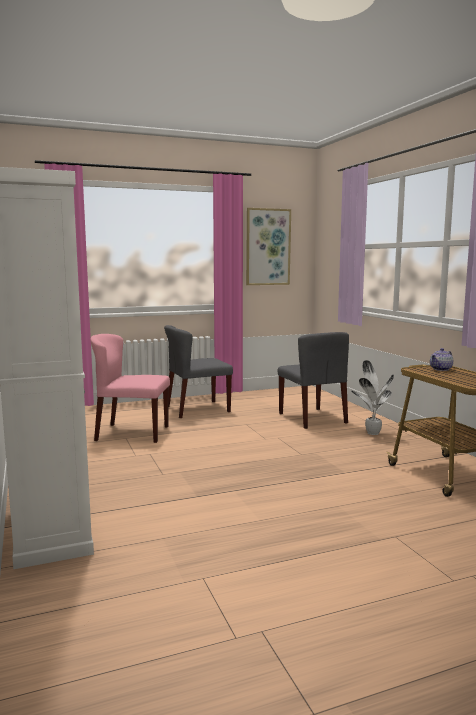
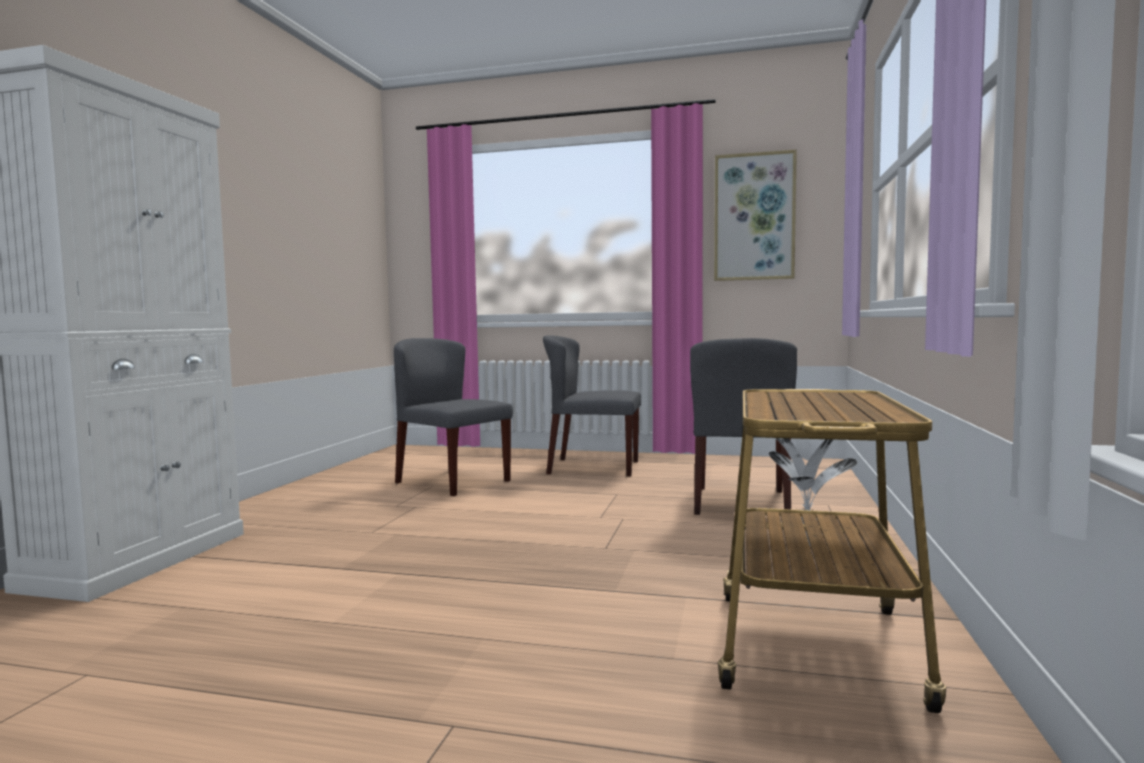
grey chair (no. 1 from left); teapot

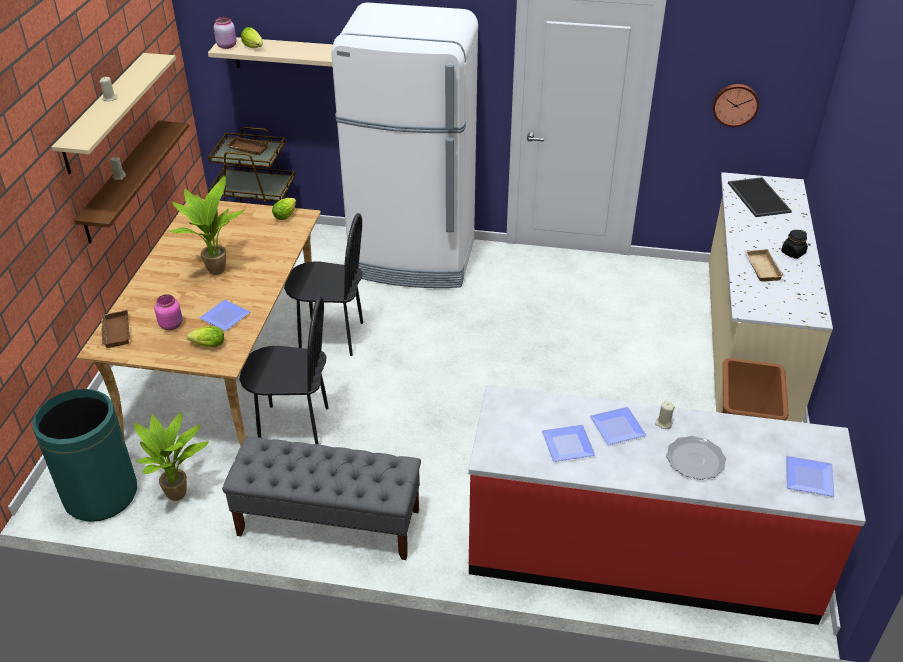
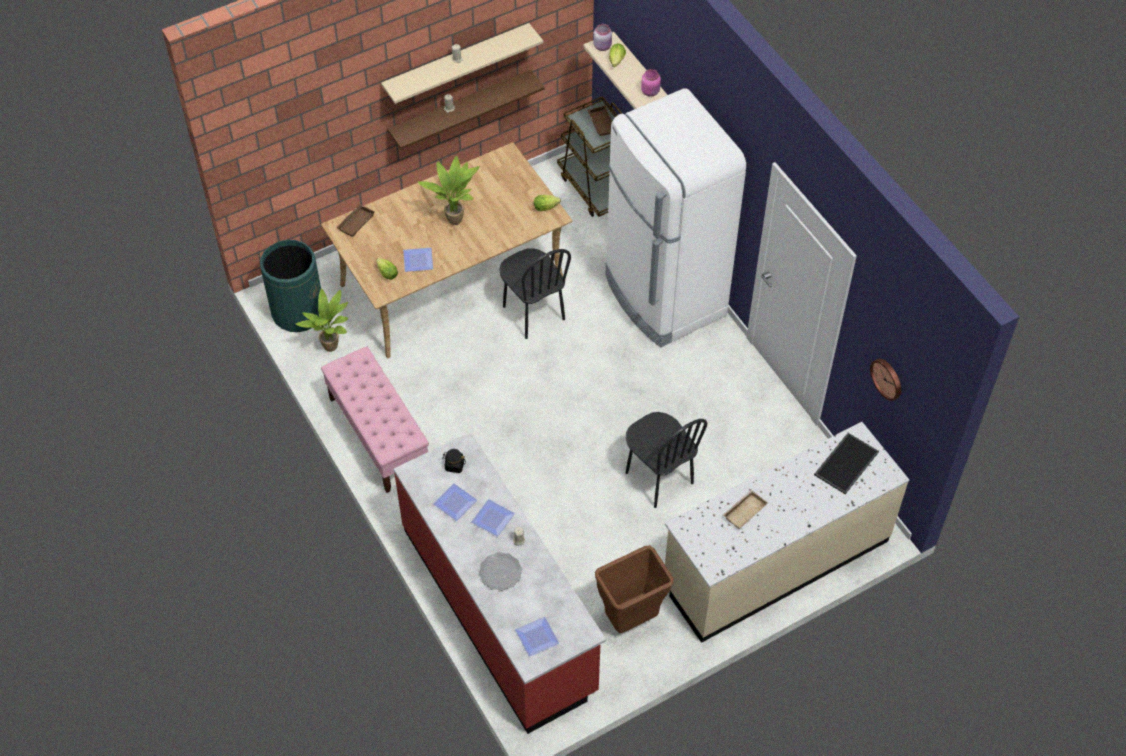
pink bench; black jar; black chair (no. 2 from left); pink jar (no. 2 from left)

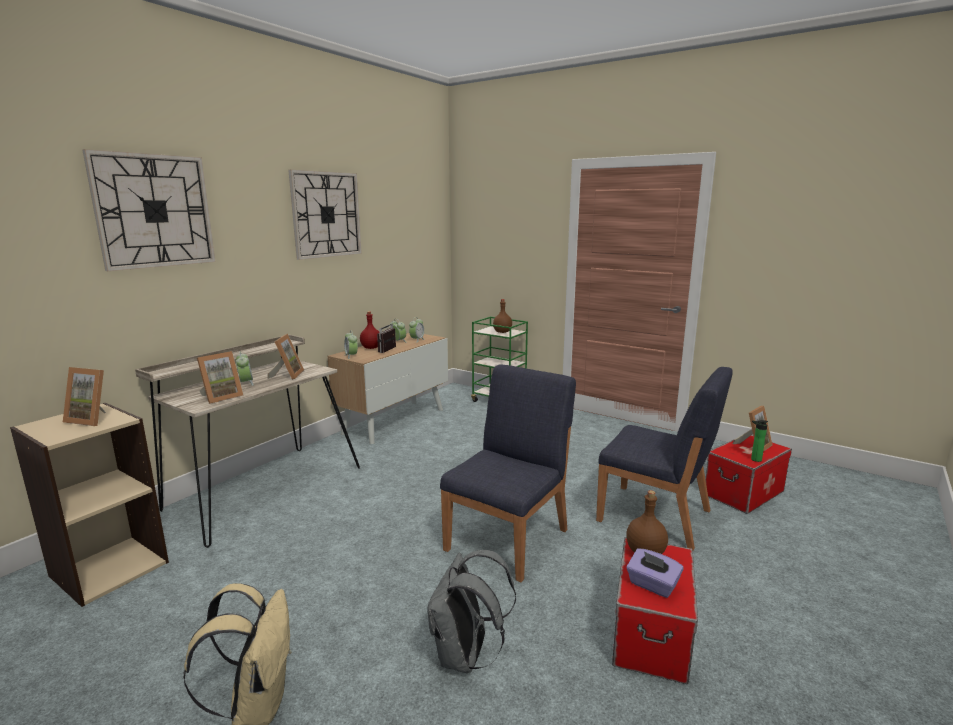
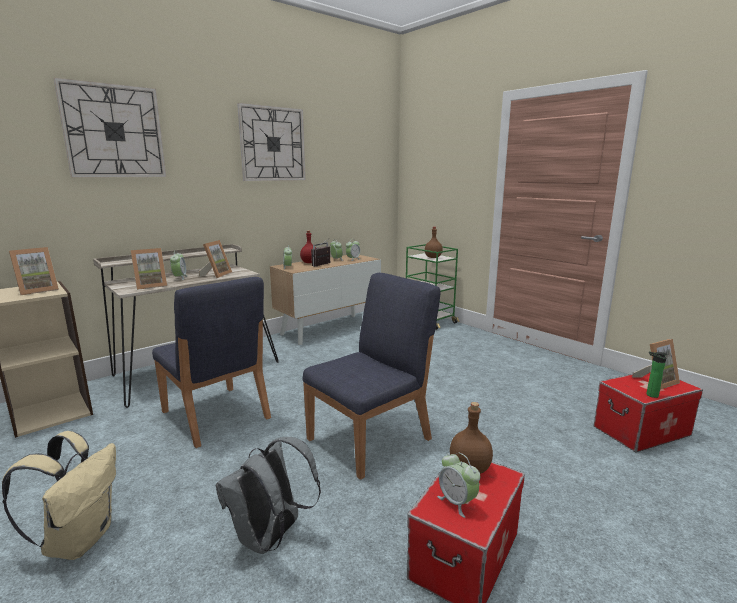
picture frame (no. 1 from left); blue chair (no. 1 from left); alarm clock (no. 5 from left)

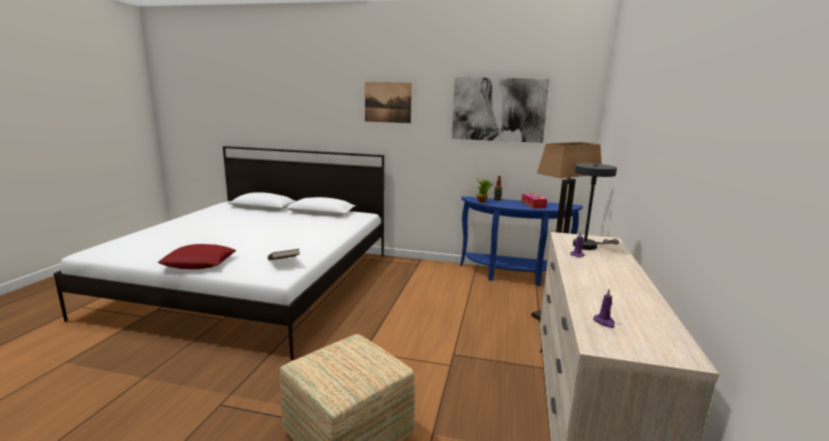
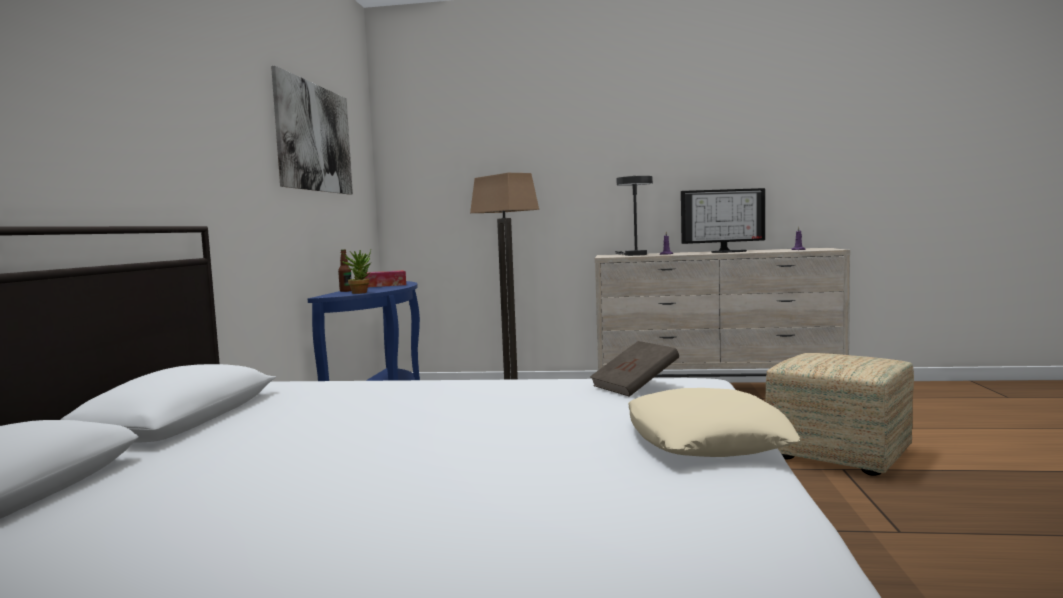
beige pillow; monitor; picture (no. 1 from left in the first image)

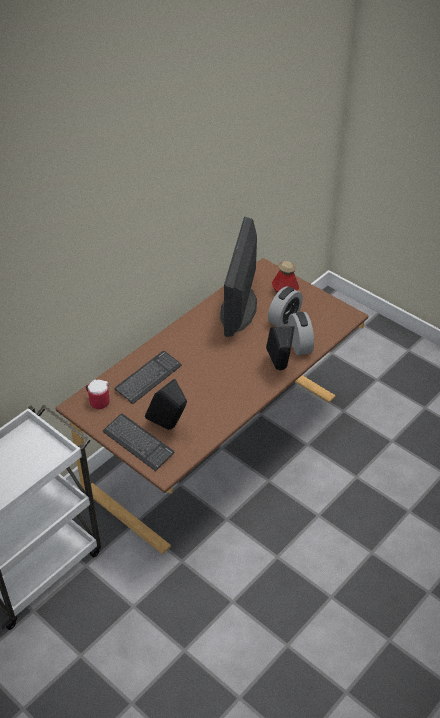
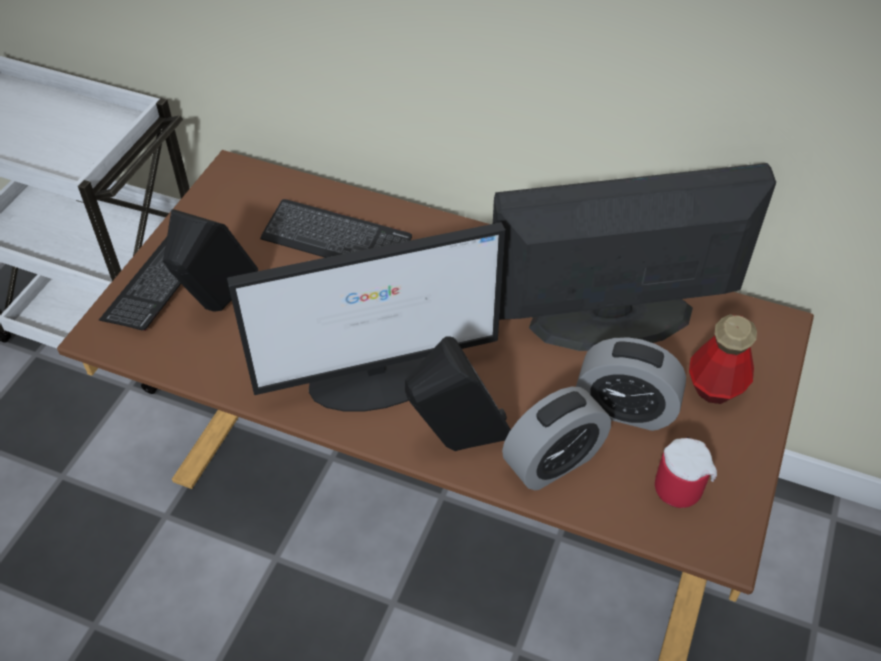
monitor (no. 1 from left); mug

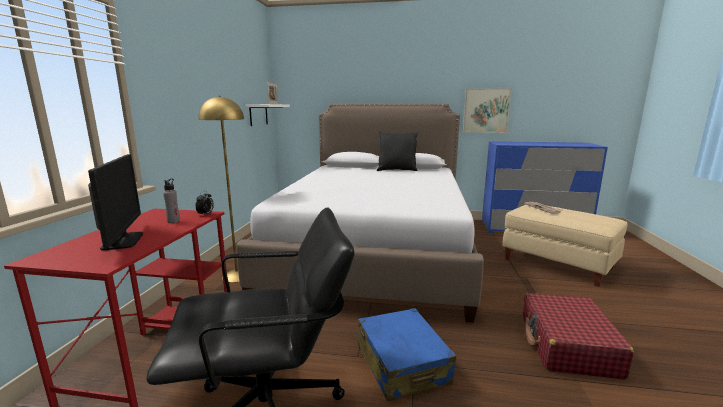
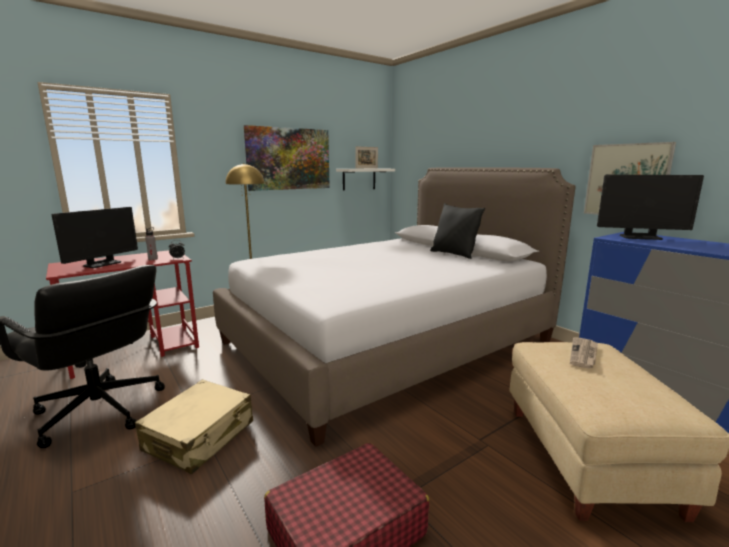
beige suitcase; picture (no. 1 from left); monitor (no. 2 from left)

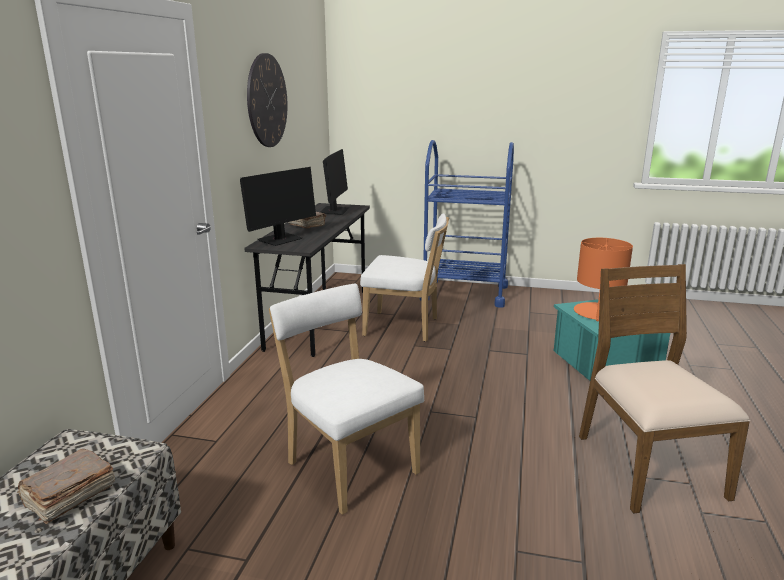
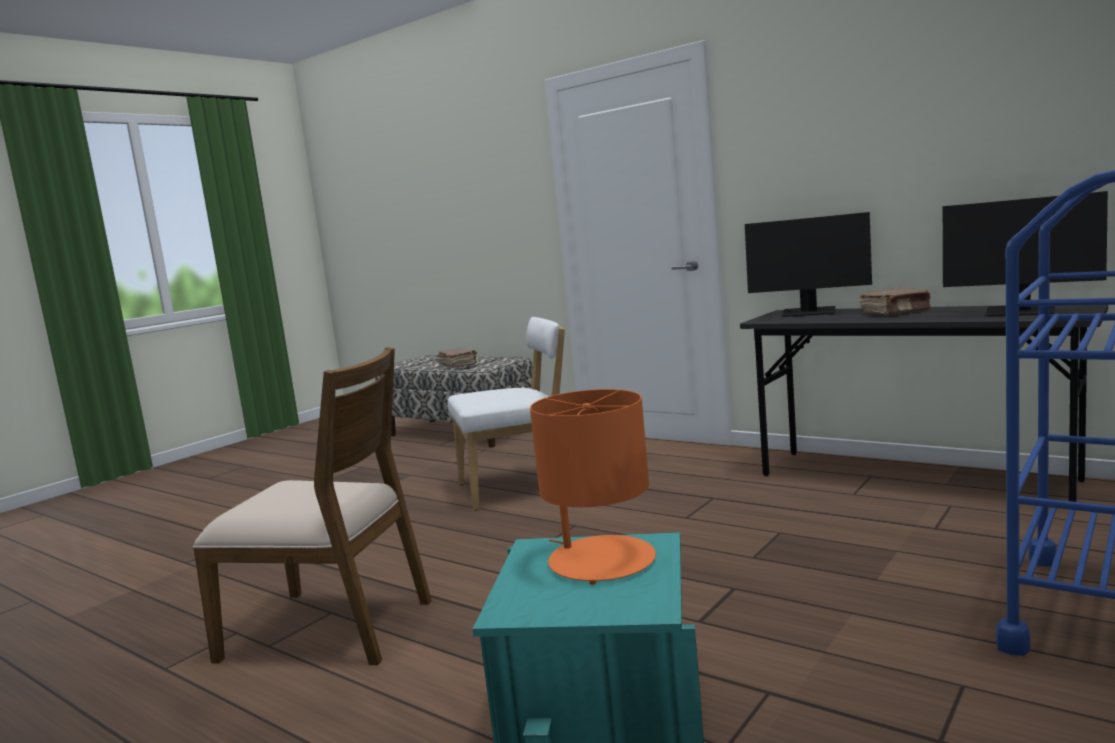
monitor (no. 1 from left); wall clock; white chair (no. 2 from left in the first image)

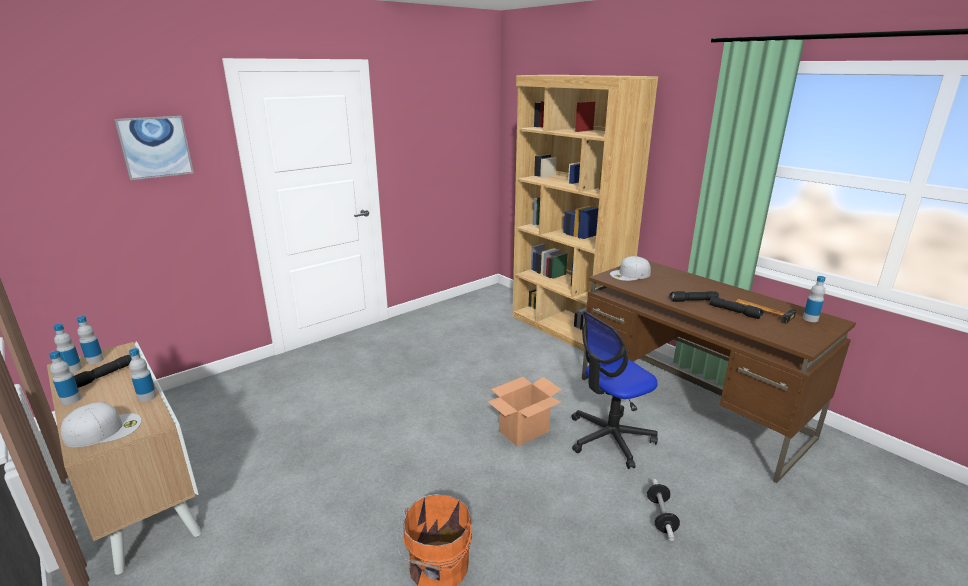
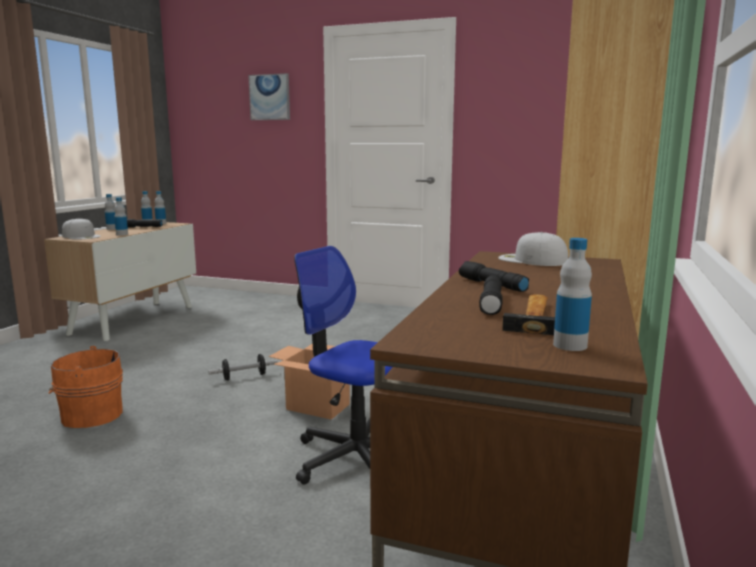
dumbbell

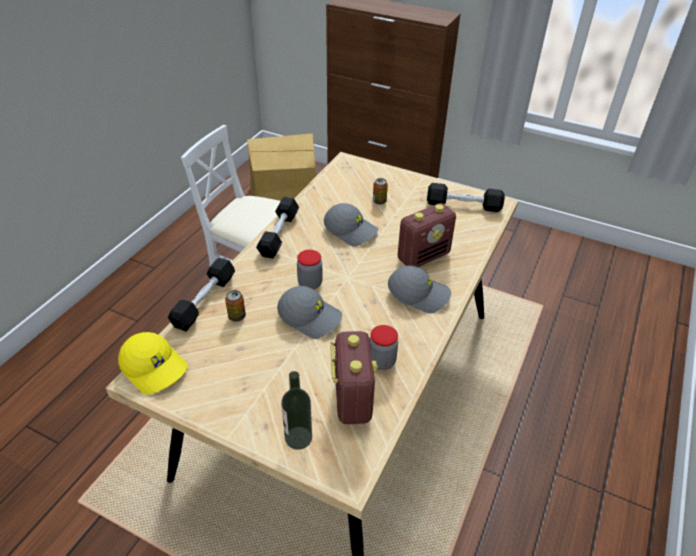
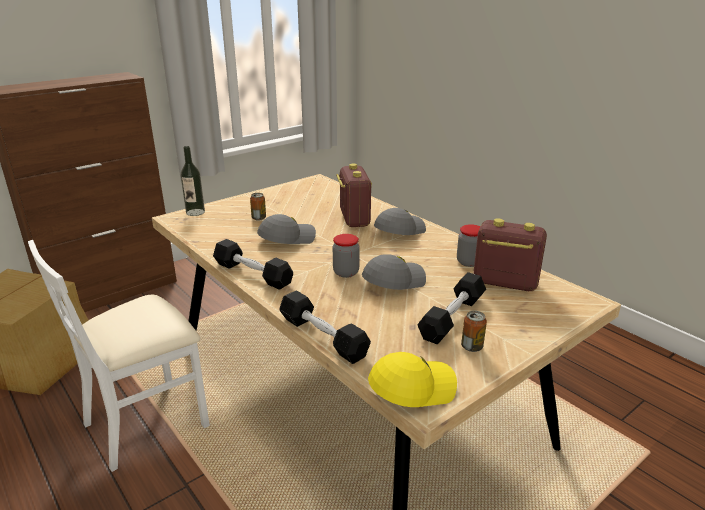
bottle; black dumbbell (no. 3 from left); can (no. 2 from left)

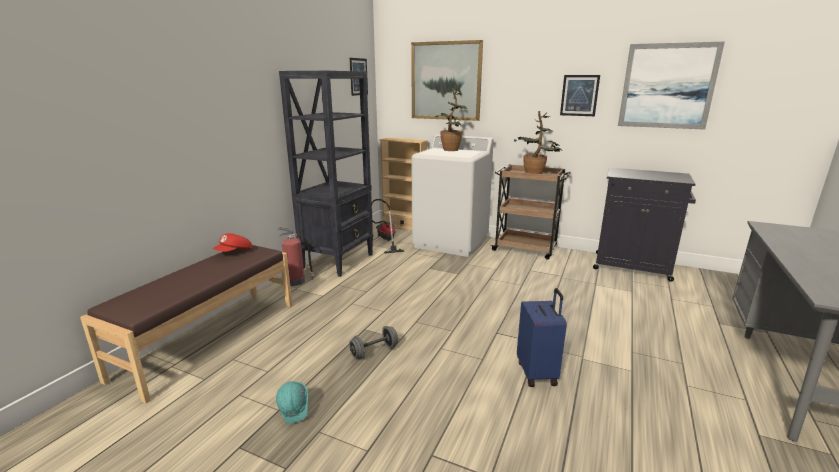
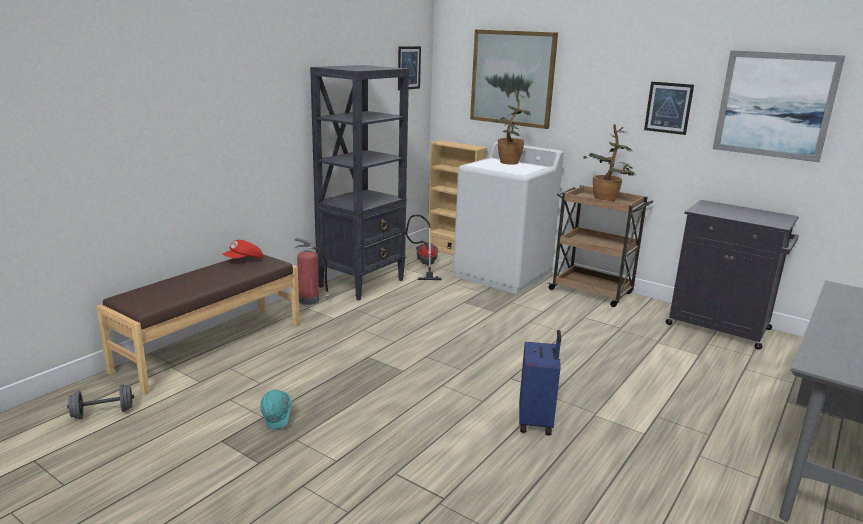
grey dumbbell

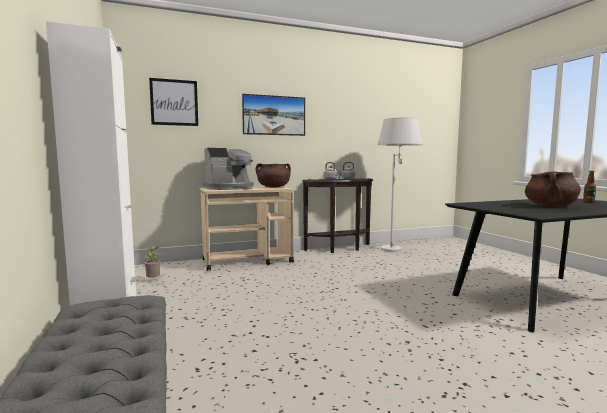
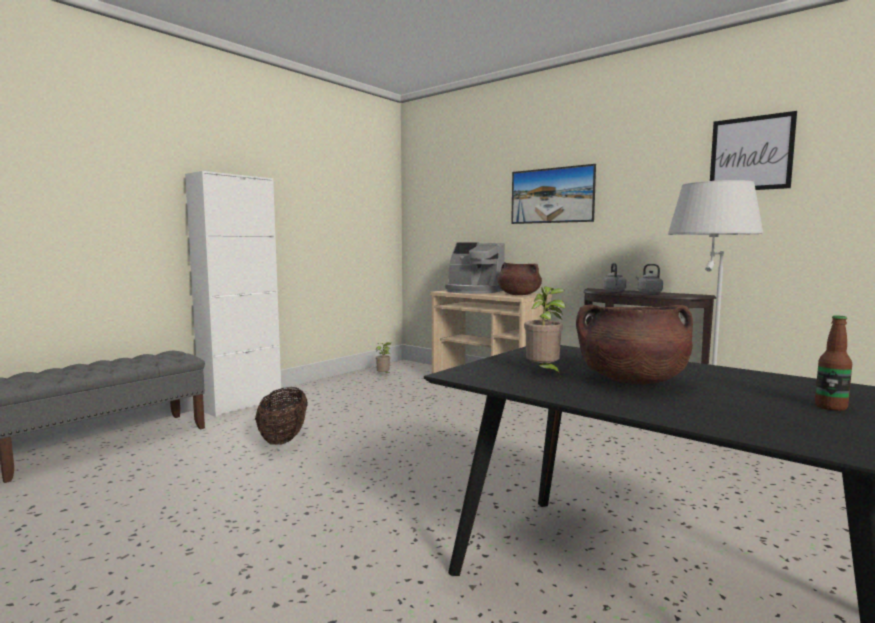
basket; potted plant (no. 2 from left); picture (no. 2 from left)

